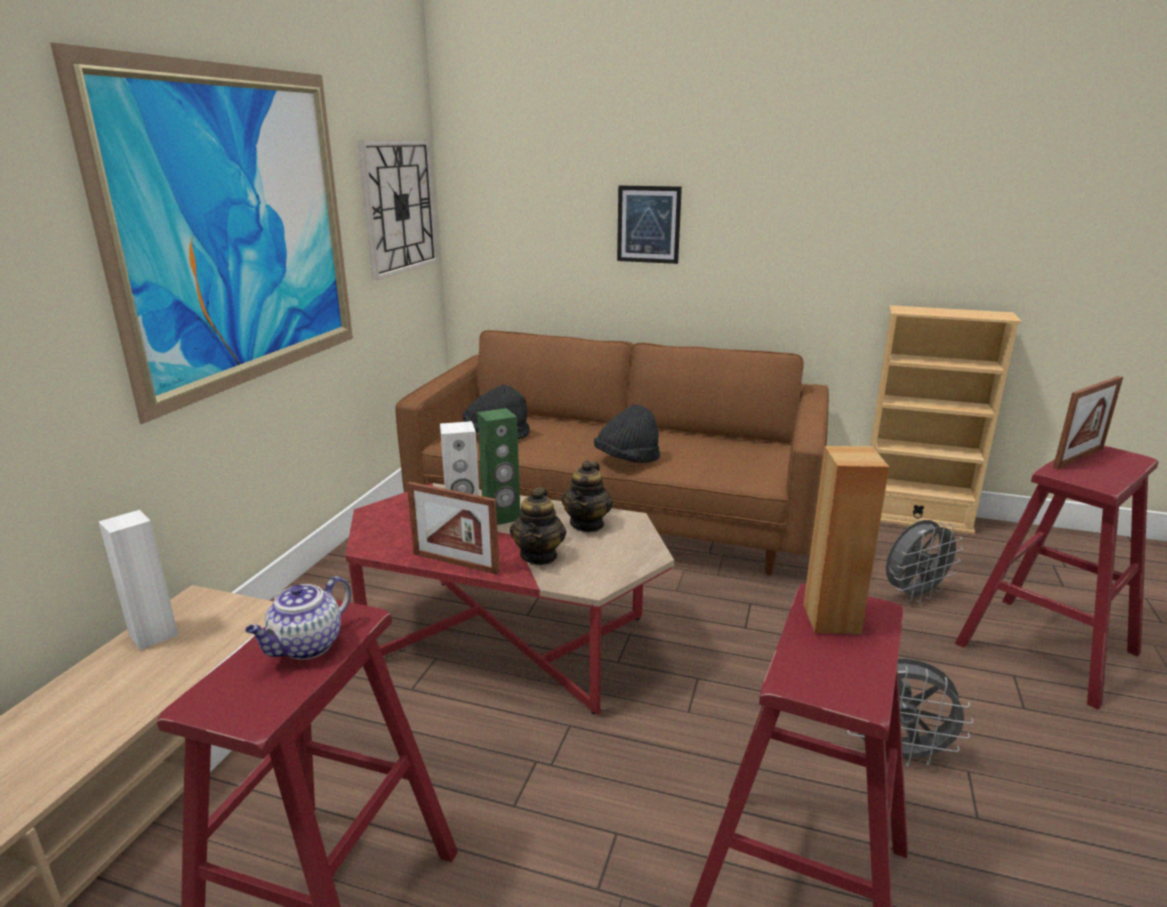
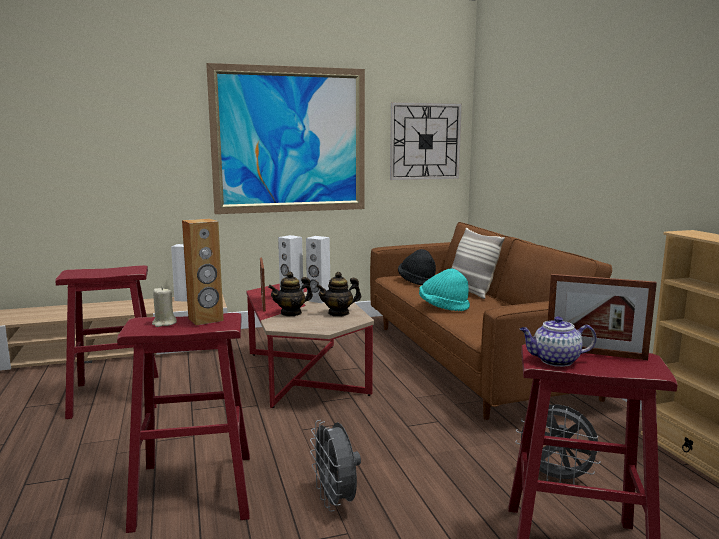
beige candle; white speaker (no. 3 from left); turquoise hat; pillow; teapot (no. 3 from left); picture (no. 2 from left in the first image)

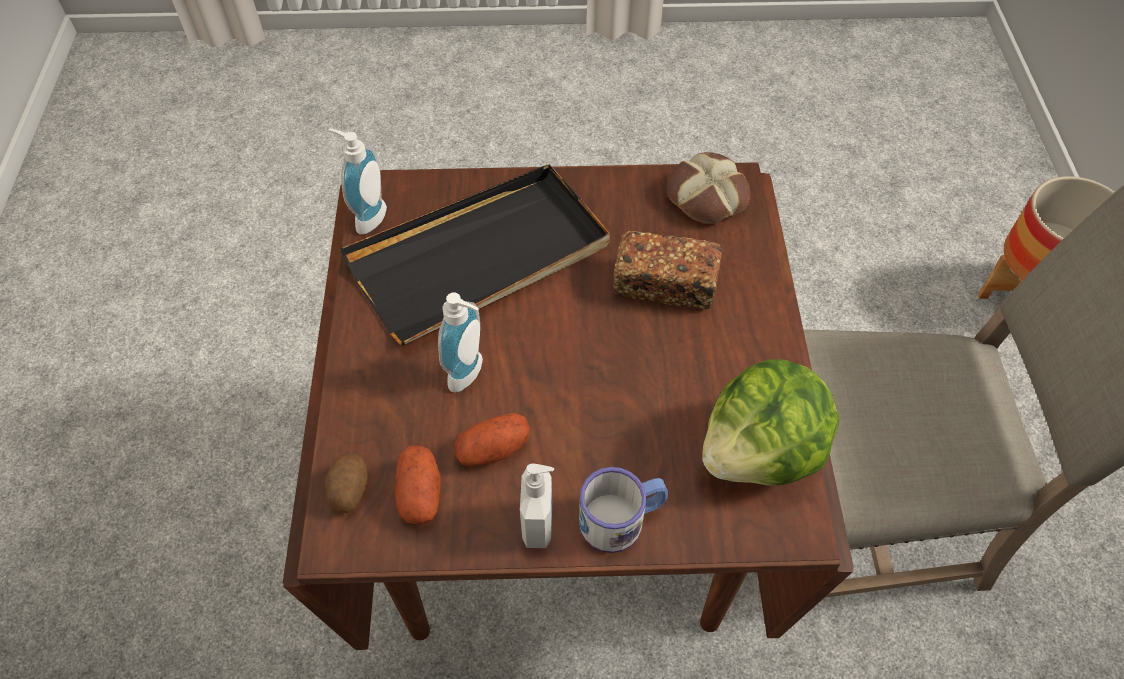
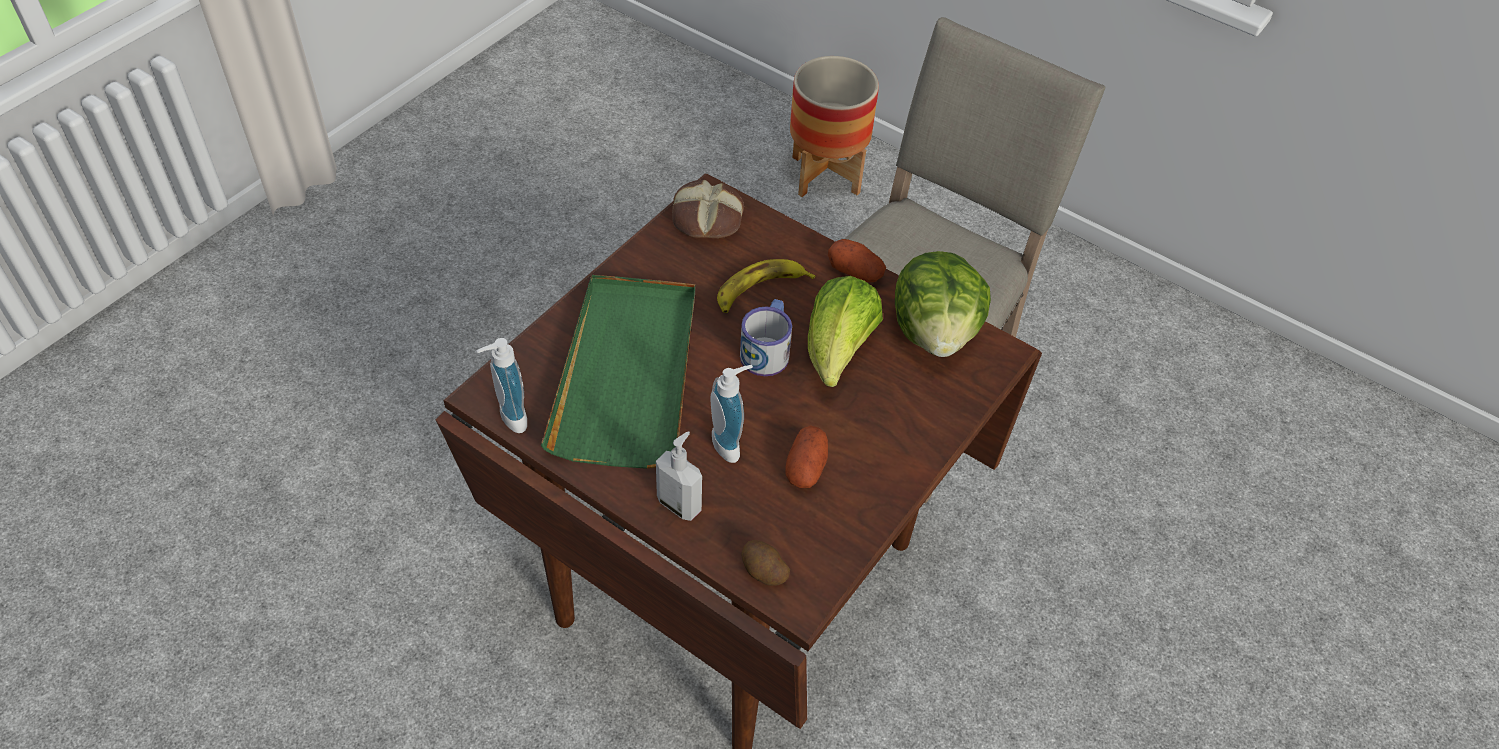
green tray; soap dispenser (no. 2 from left); banana; mug; lettuce (no. 1 from left); potato (no. 3 from left)

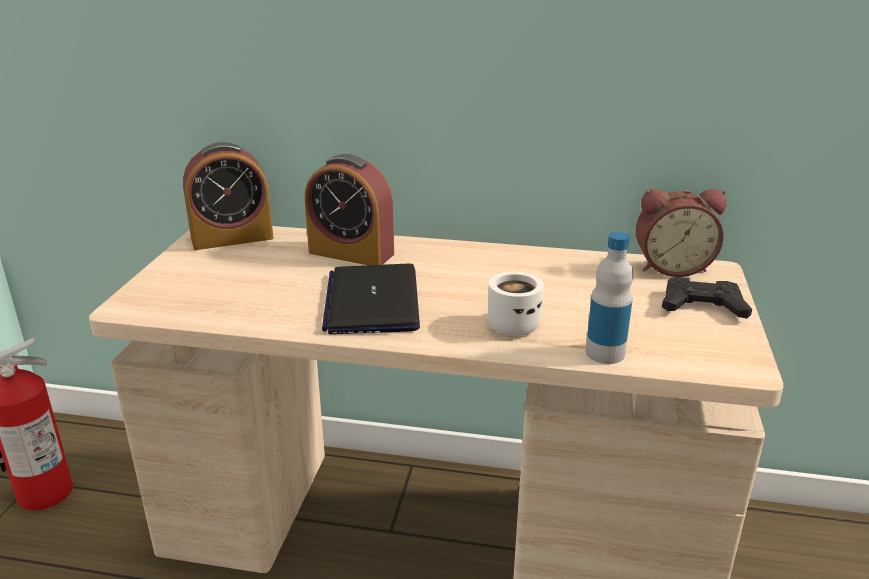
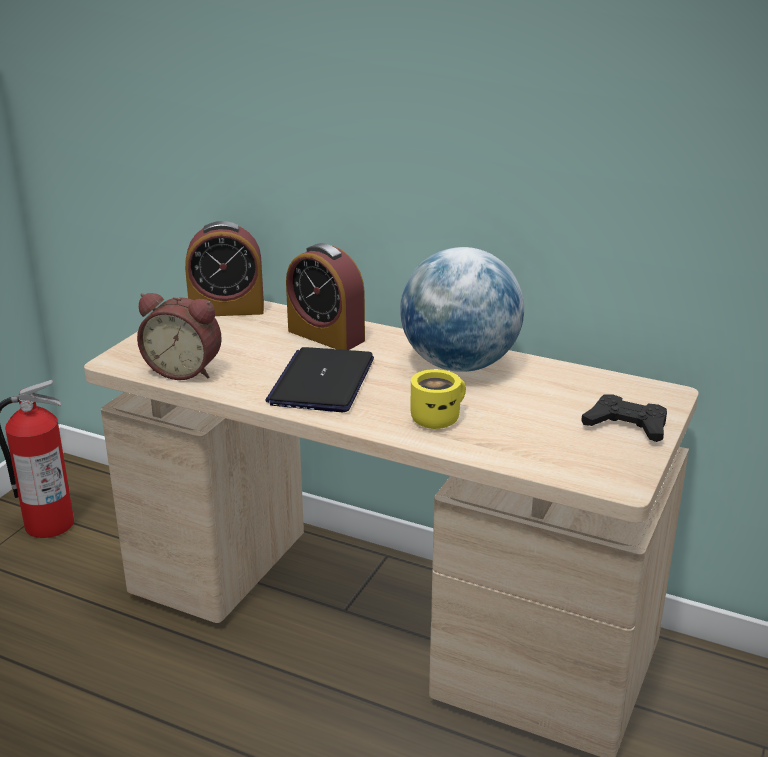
alarm clock (no. 1 from left); globe; yellow mug; bottle

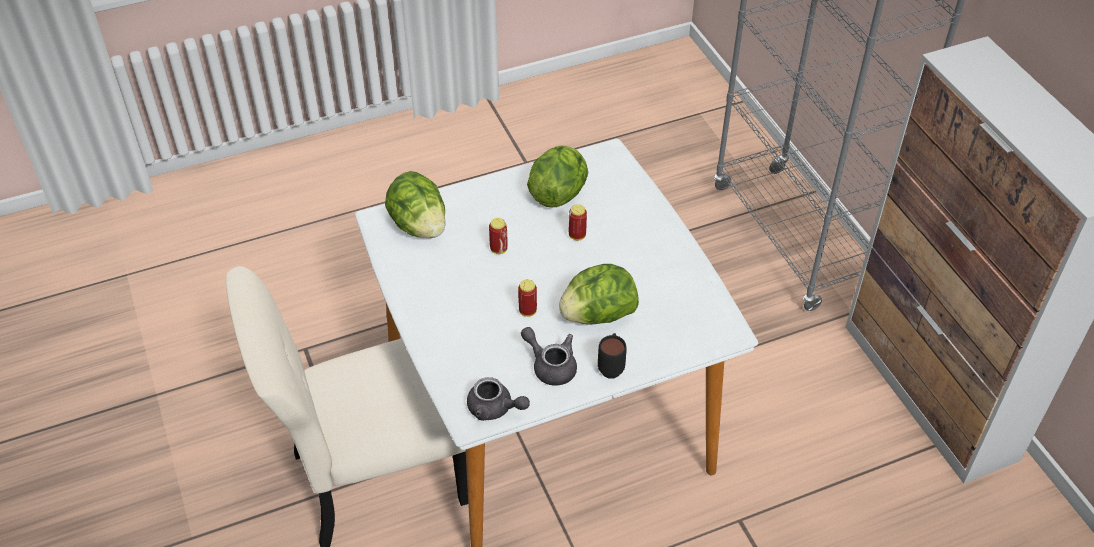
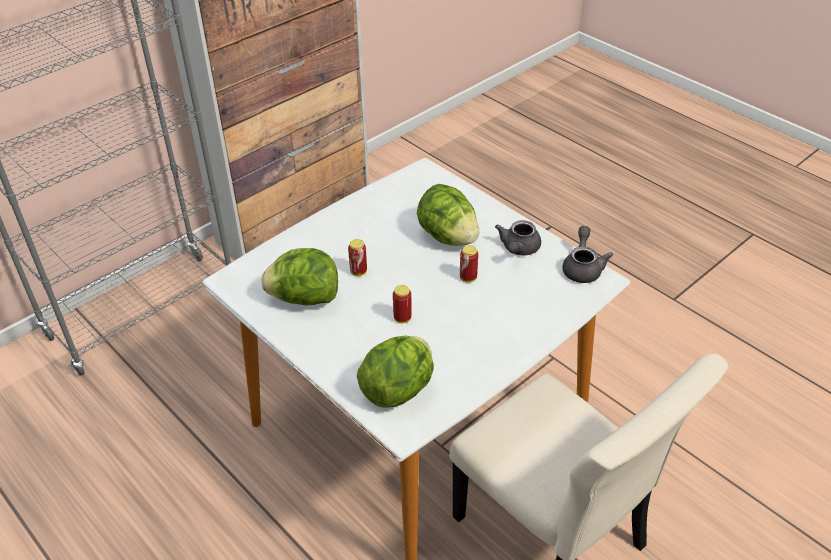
black mug

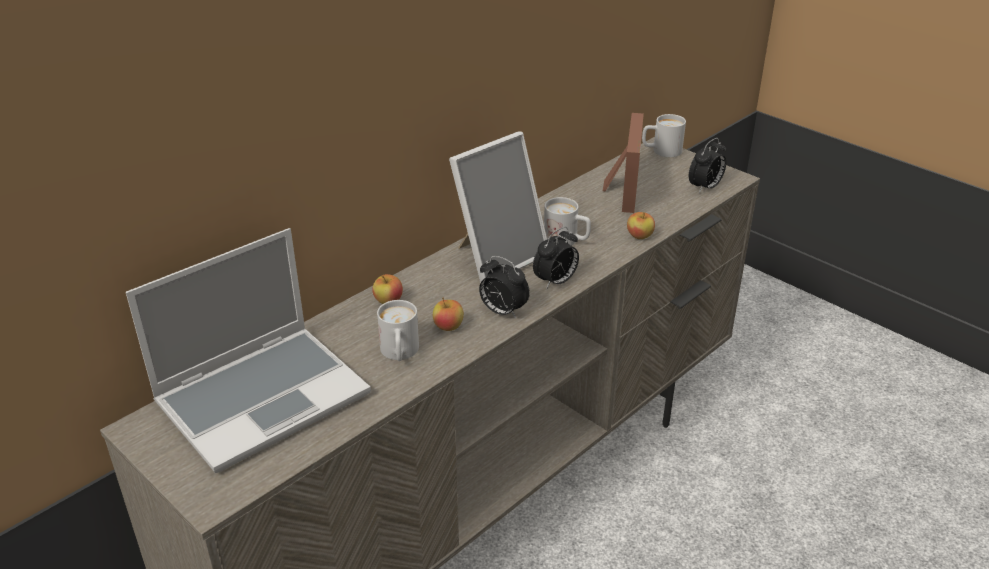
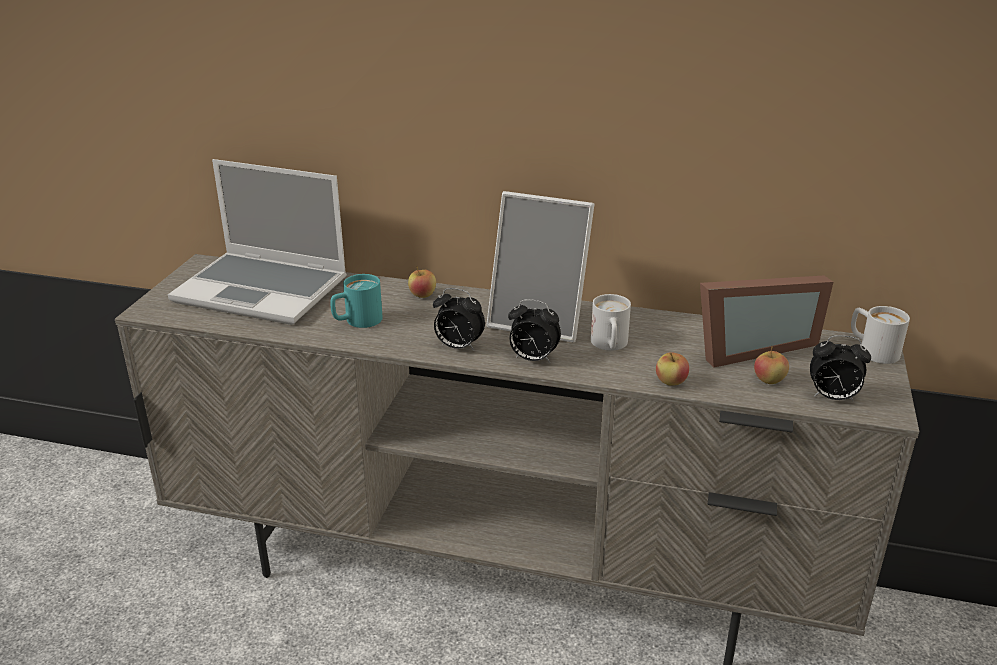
turquoise mug; alarm clock (no. 1 from left); apple (no. 3 from left)

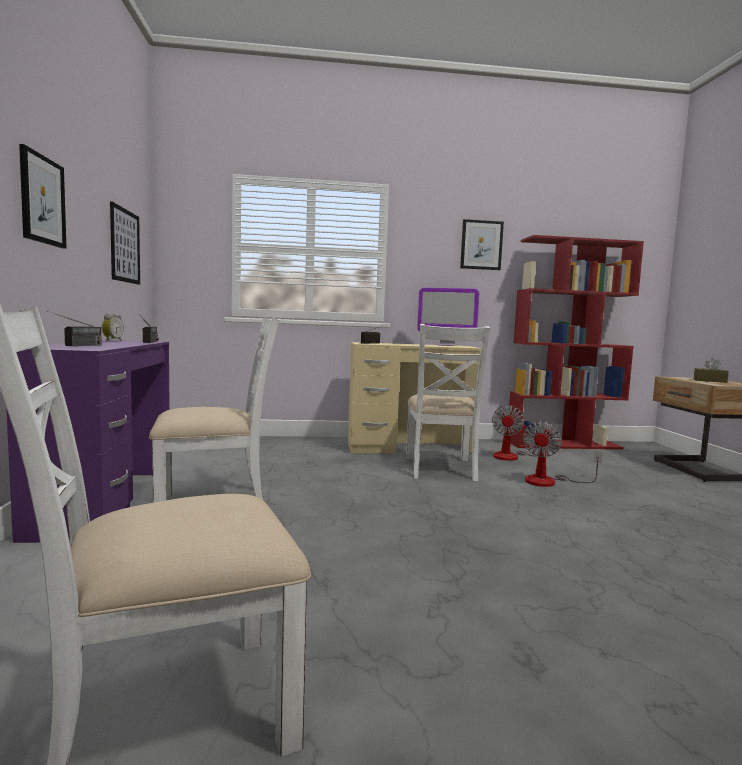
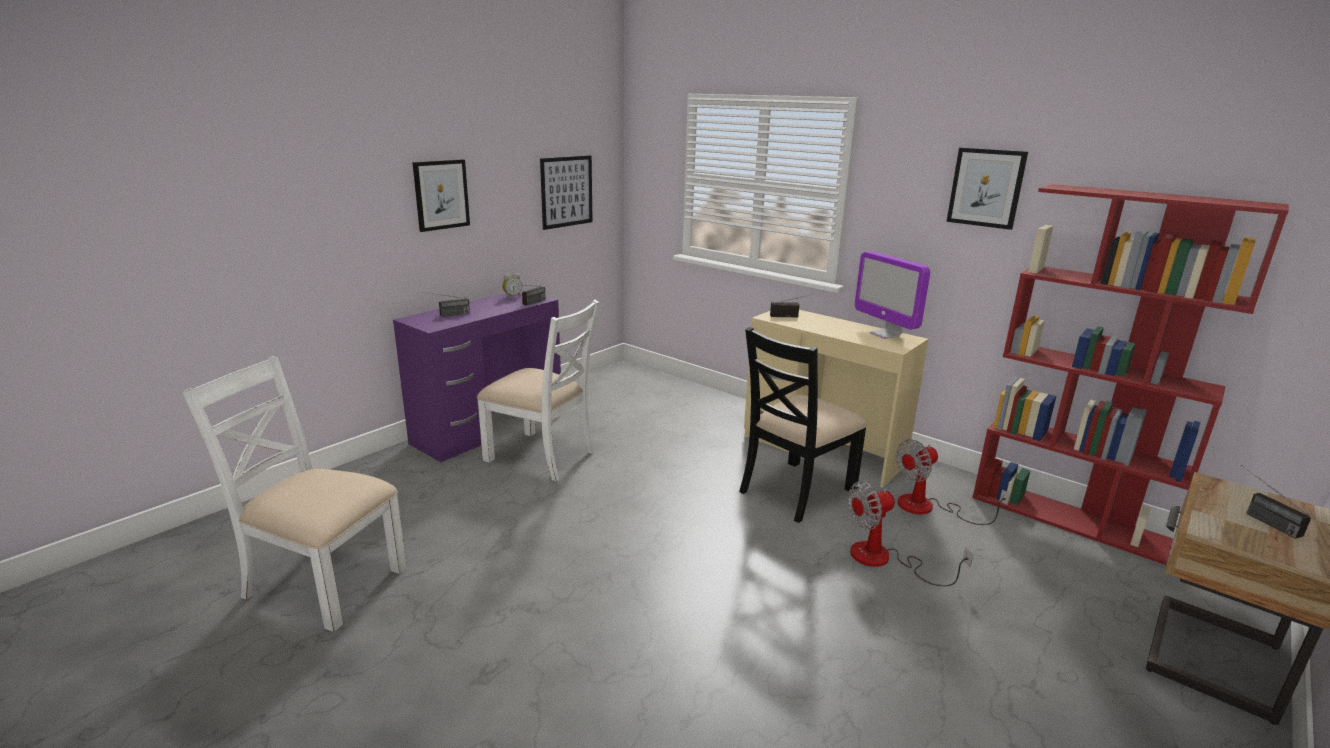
black chair; radio (no. 4 from left)

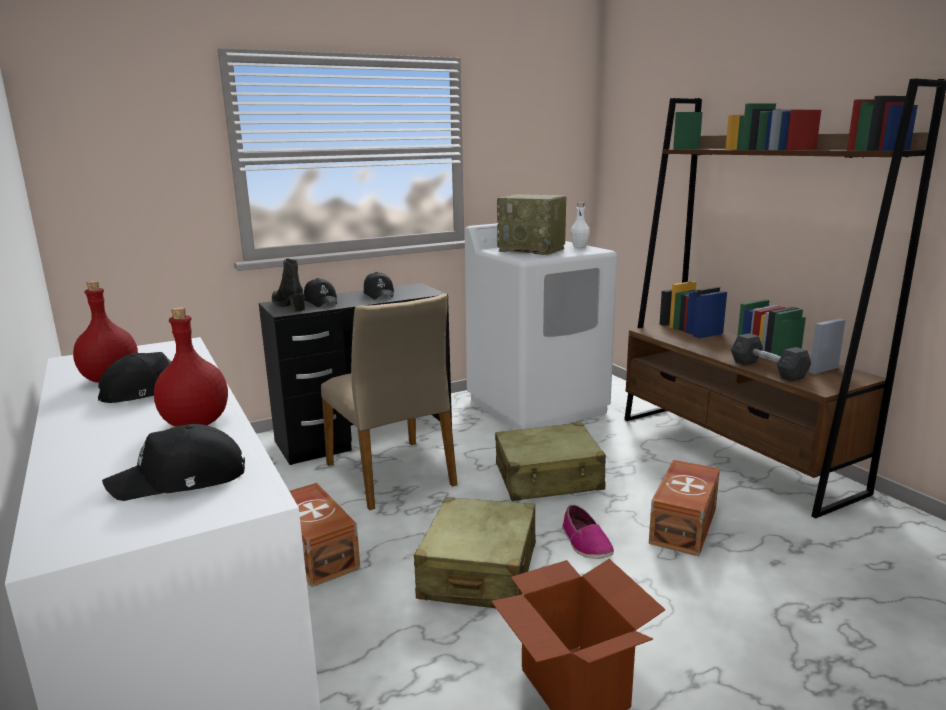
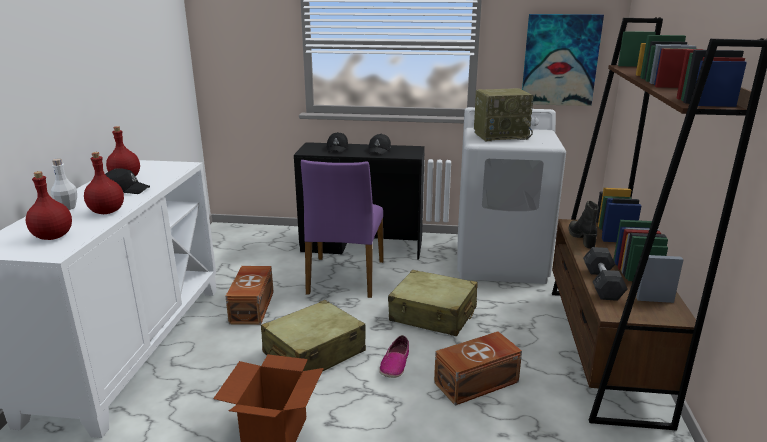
red bottle (no. 1 from left); white bottle; purple chair; radio; picture; black boot

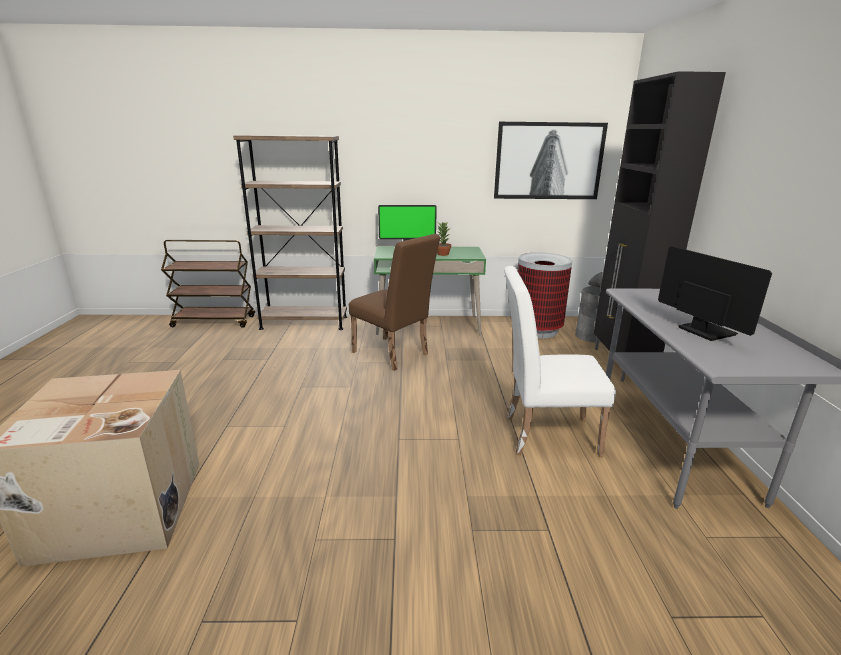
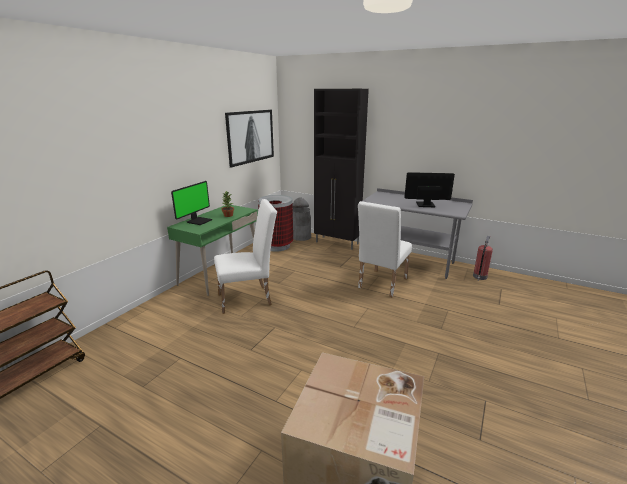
white chair (no. 1 from left); fire extinguisher; brown bookcase

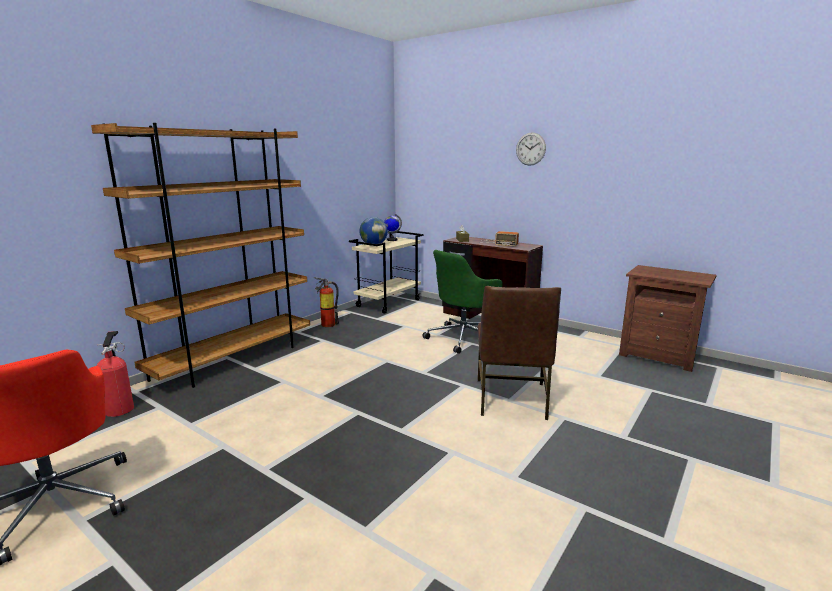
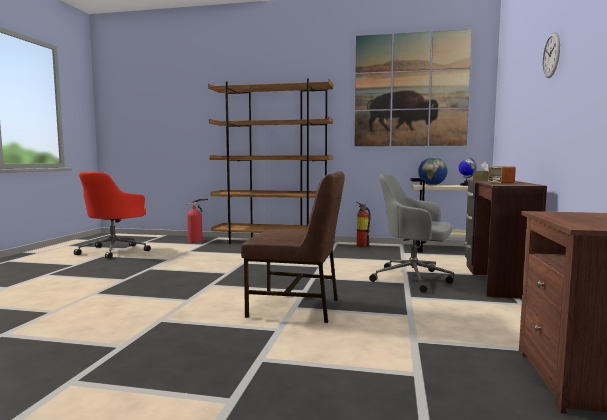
brown chair; picture; grey office chair

